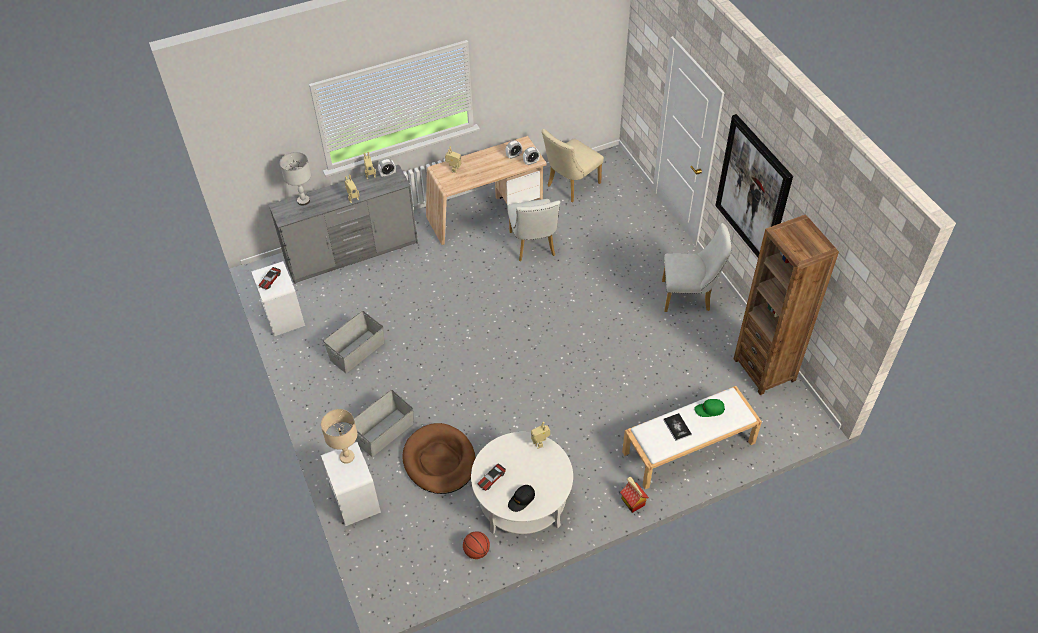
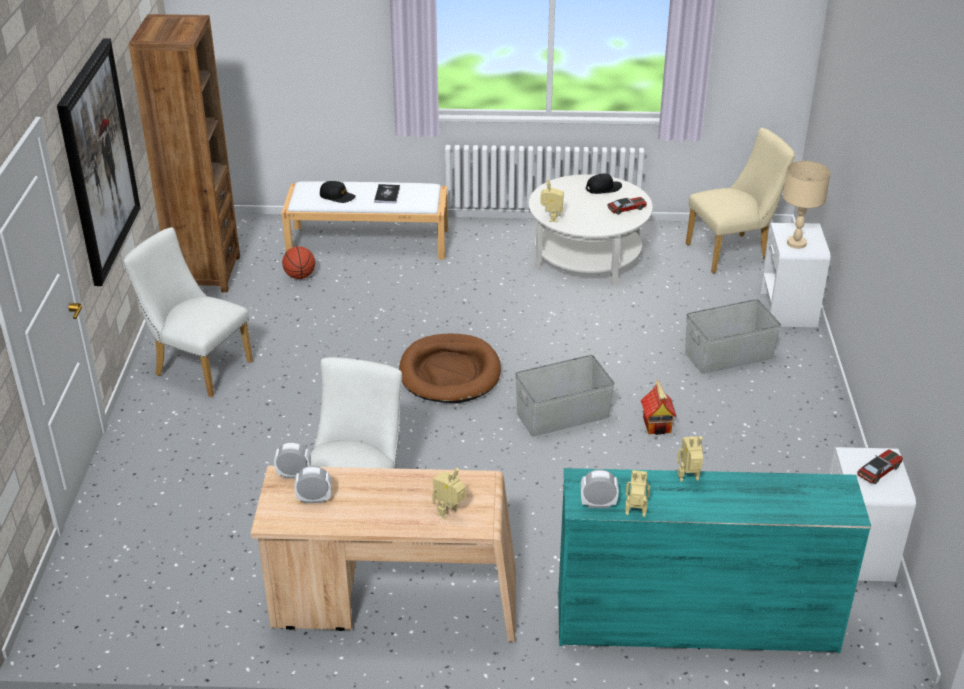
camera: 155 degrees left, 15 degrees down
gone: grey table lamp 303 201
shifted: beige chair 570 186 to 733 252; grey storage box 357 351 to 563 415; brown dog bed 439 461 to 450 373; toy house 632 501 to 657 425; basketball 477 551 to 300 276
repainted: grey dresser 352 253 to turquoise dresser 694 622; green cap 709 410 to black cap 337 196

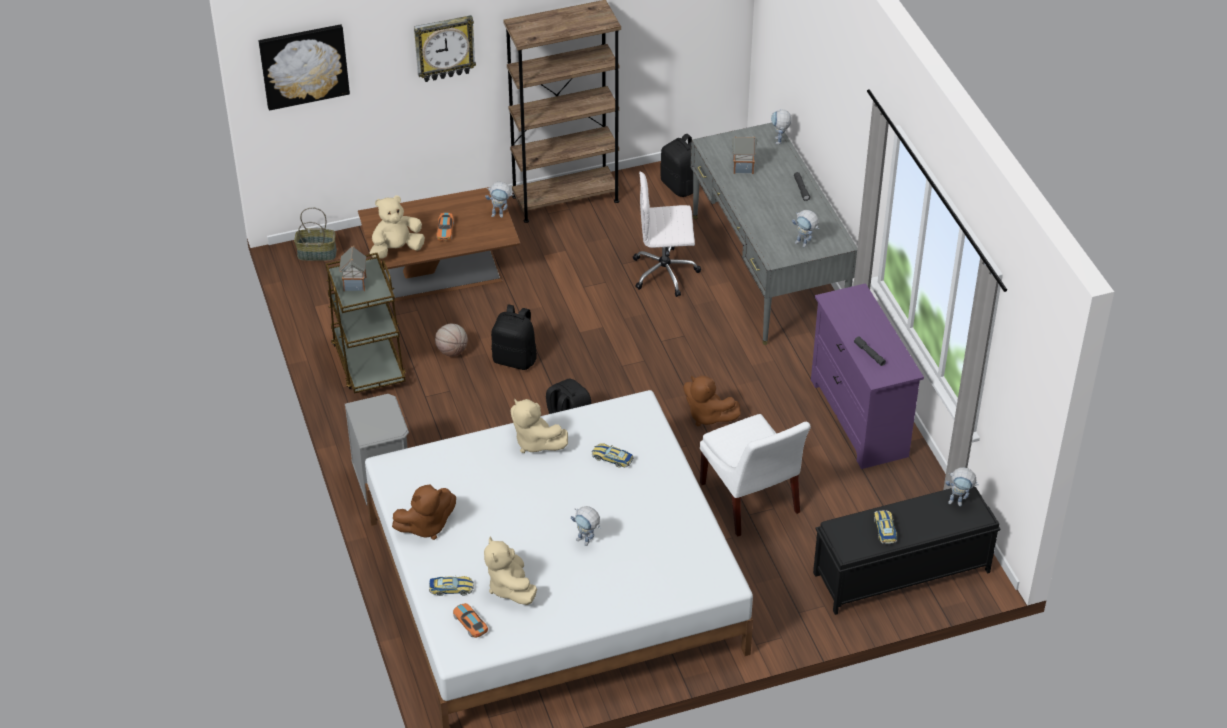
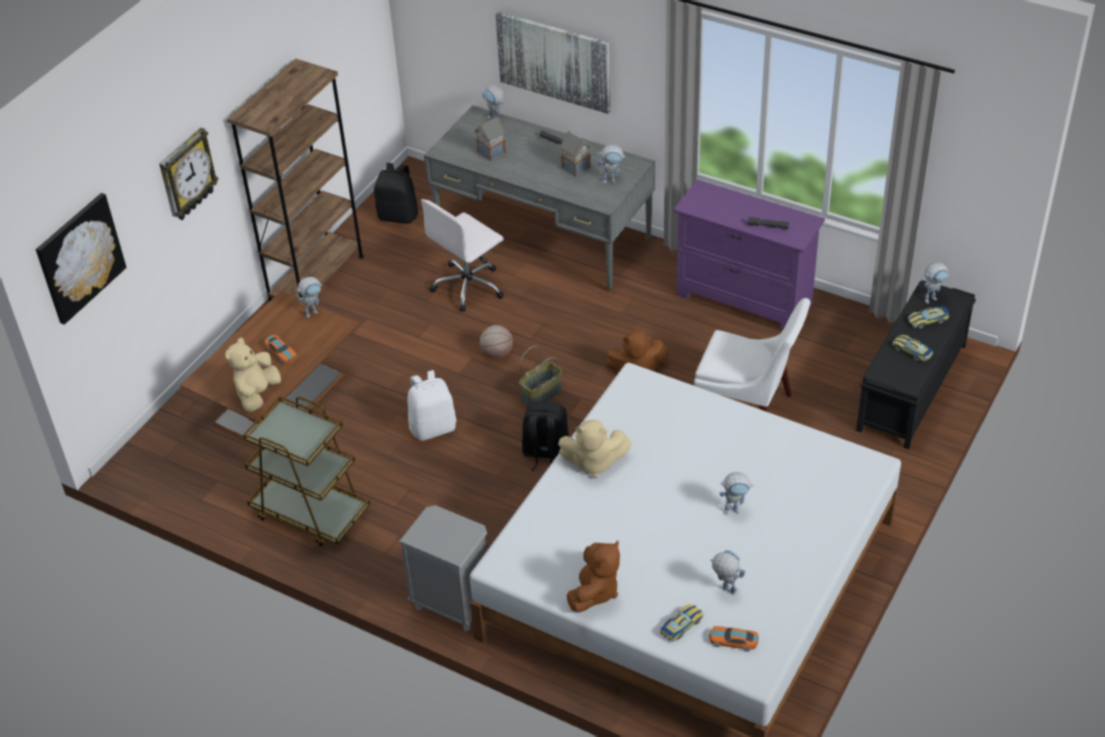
camera: 40 degrees left, 0 degrees up
new: picture 554 61
shifted: basket 317 253 to 541 393; toy house 355 284 to 576 168; basketball 452 351 to 497 353; toy car 612 458 to 927 320
swapped: beige plush toy 510 587 to toy robot 725 589
repainted: black backpack 515 359 to white backpack 433 427

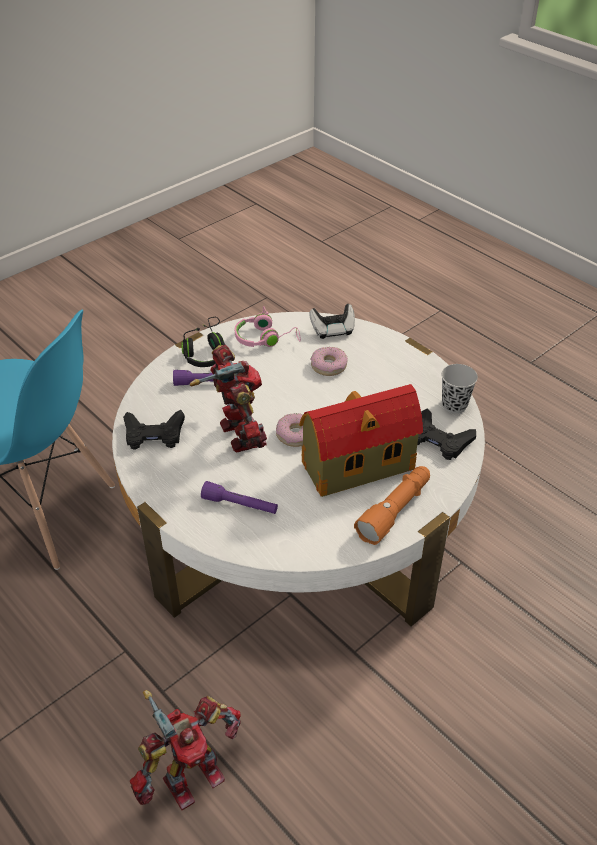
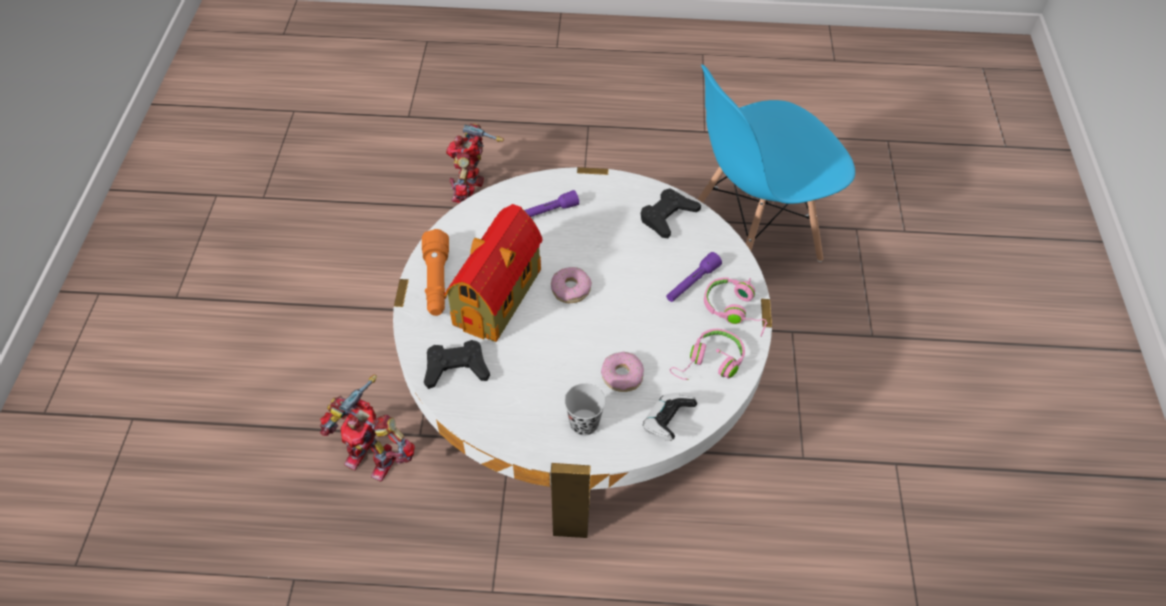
camera: 135 degrees right, 10 degrees up
shifted: toy robot 238 436 to 373 456; black cup 454 405 to 584 423
repainted: black headphones 206 352 to pink headphones 735 310

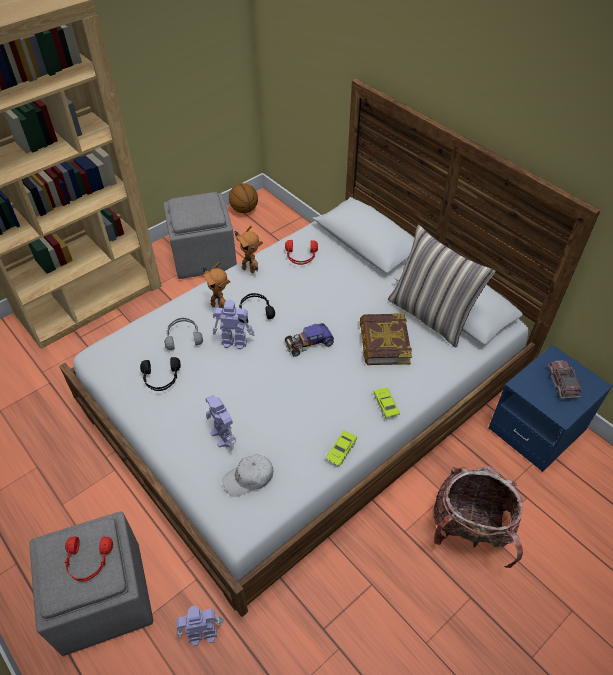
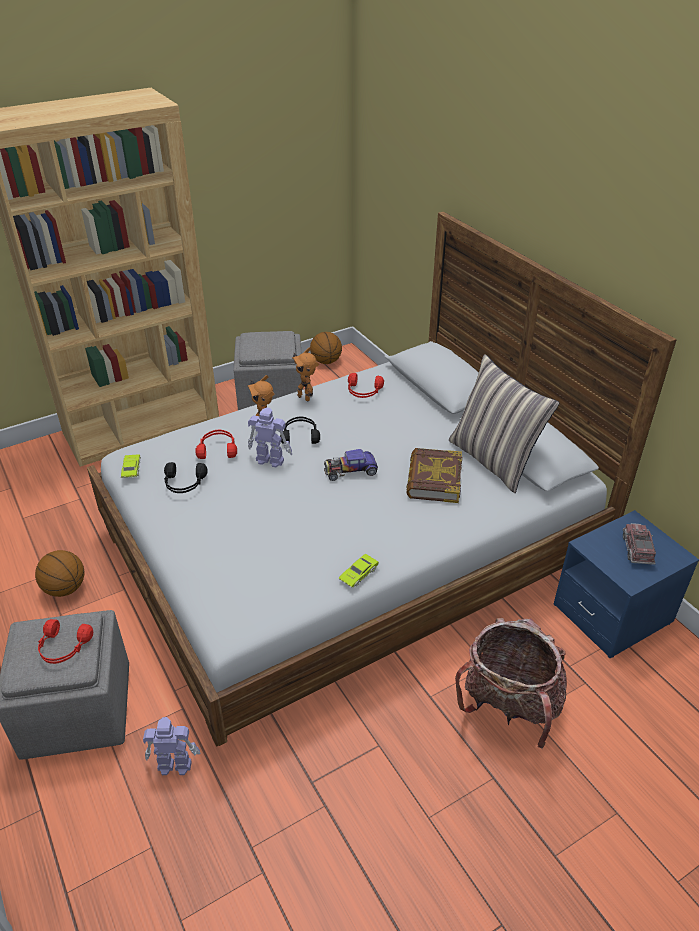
camera: 10 degrees right, 10 degrees down
gone: toy robot 223 436; white cap 249 478
new: basketball 65 588
shifted: green toy car 386 405 to 131 469
repainted: grey headphones 183 337 to red headphones 218 449

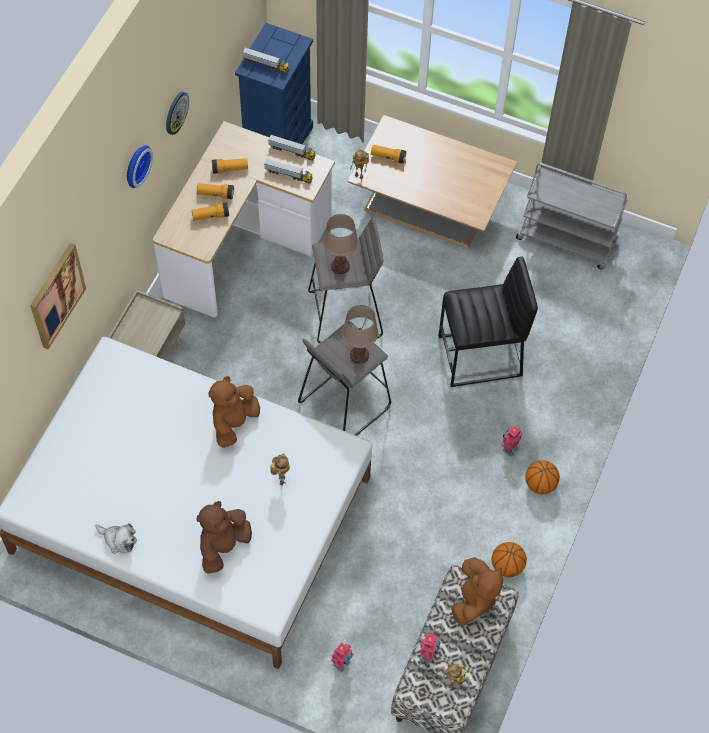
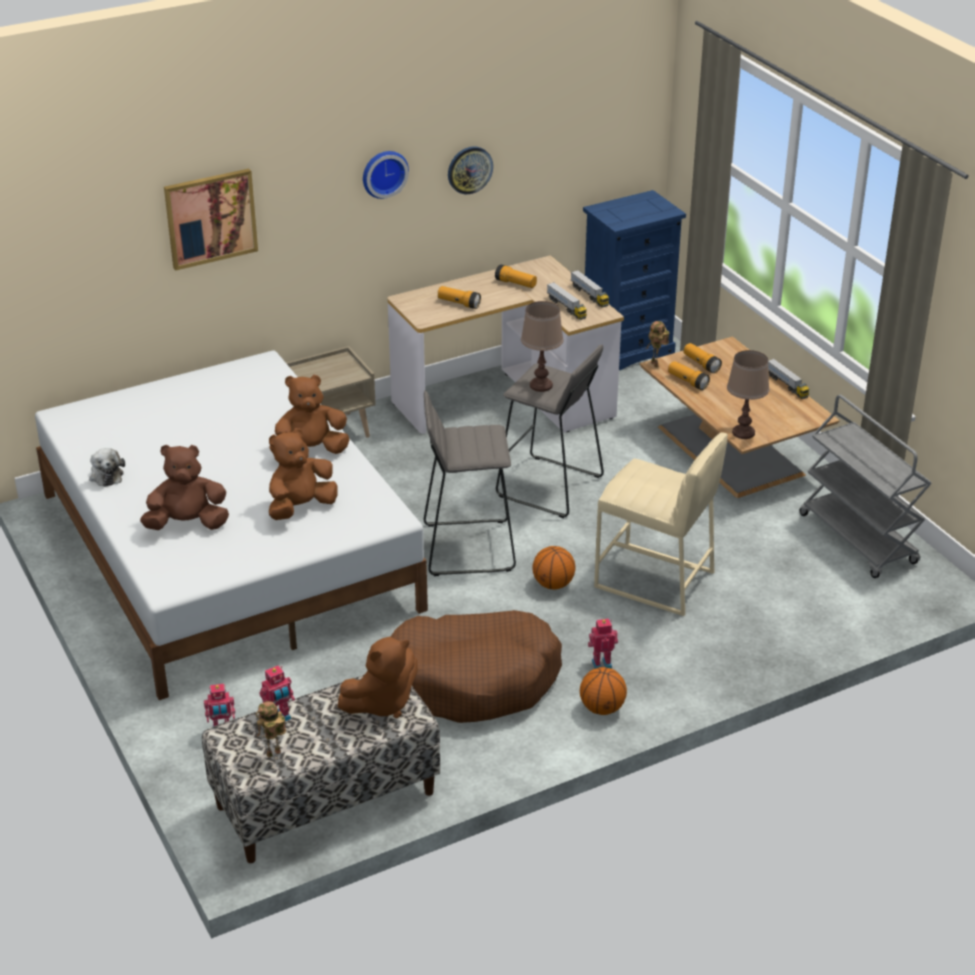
camera: 40 degrees right, 25 degrees down
new: brown dog bed 474 679
shifted: toy truck 266 65 to 787 385; flashlight 215 194 to 687 381; brown table lamp 359 355 to 743 433; basketball 507 566 to 553 584
swapped: toy robot 281 479 to brown plush toy 301 507
repainted: black stool 481 356 to beige stool 654 580

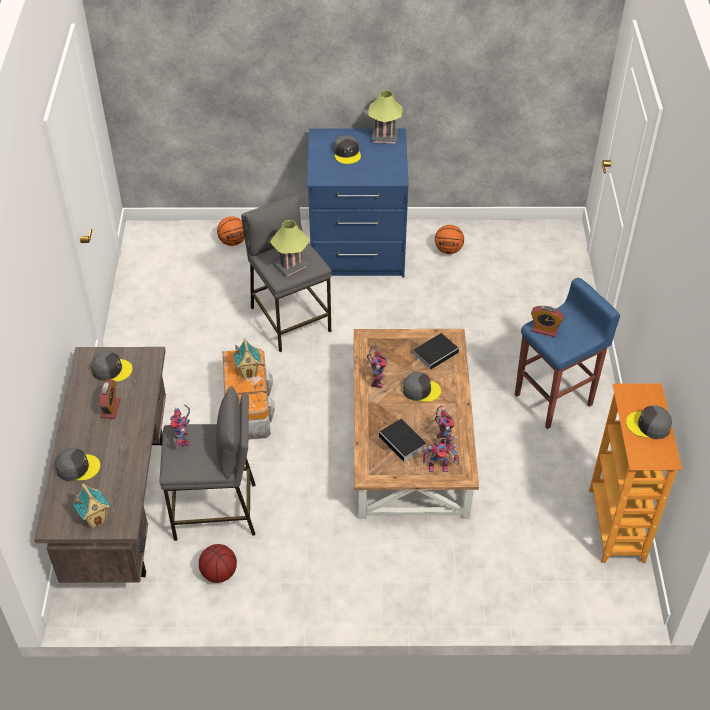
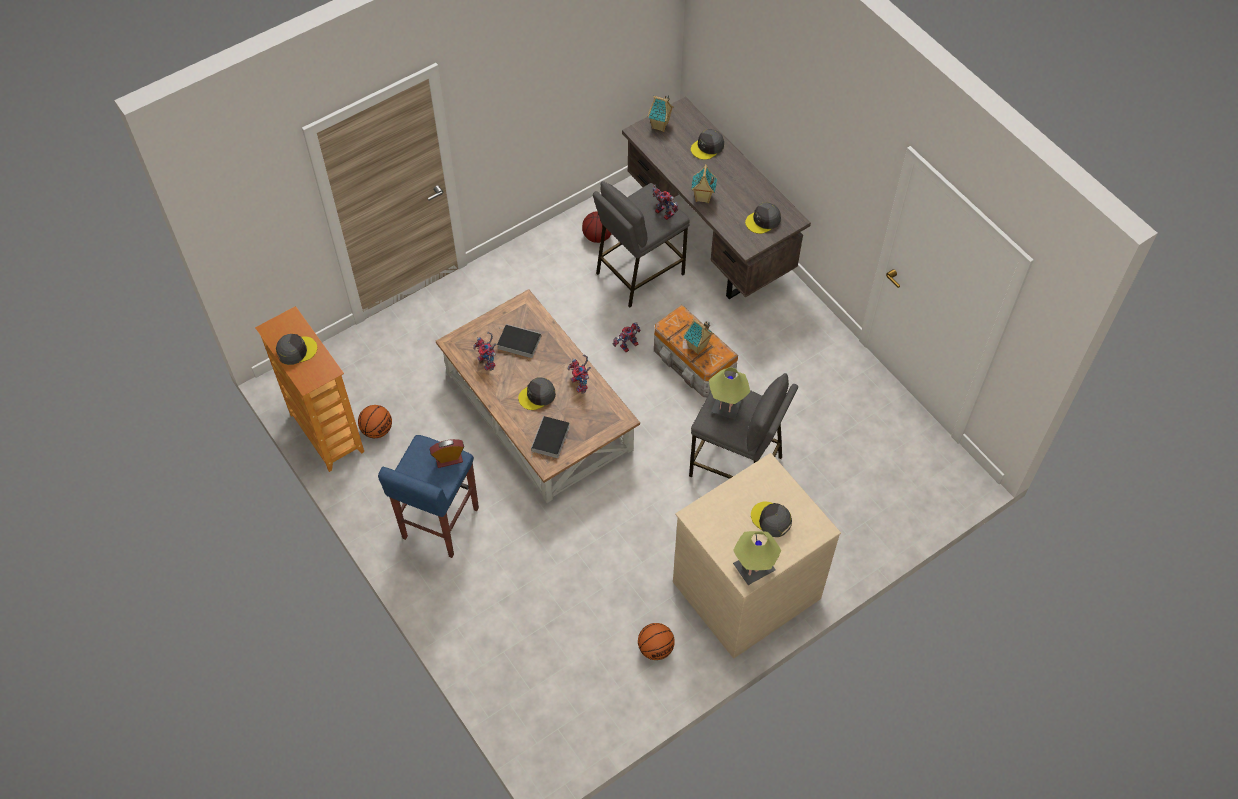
camera: 145 degrees right, 10 degrees up
gone: alarm clock 110 408
new: toy house 702 197
shifted: basketball 232 242 to 377 430; toy robot 440 465 to 628 347
repainted: blue dresser 357 250 to beige dresser 745 588

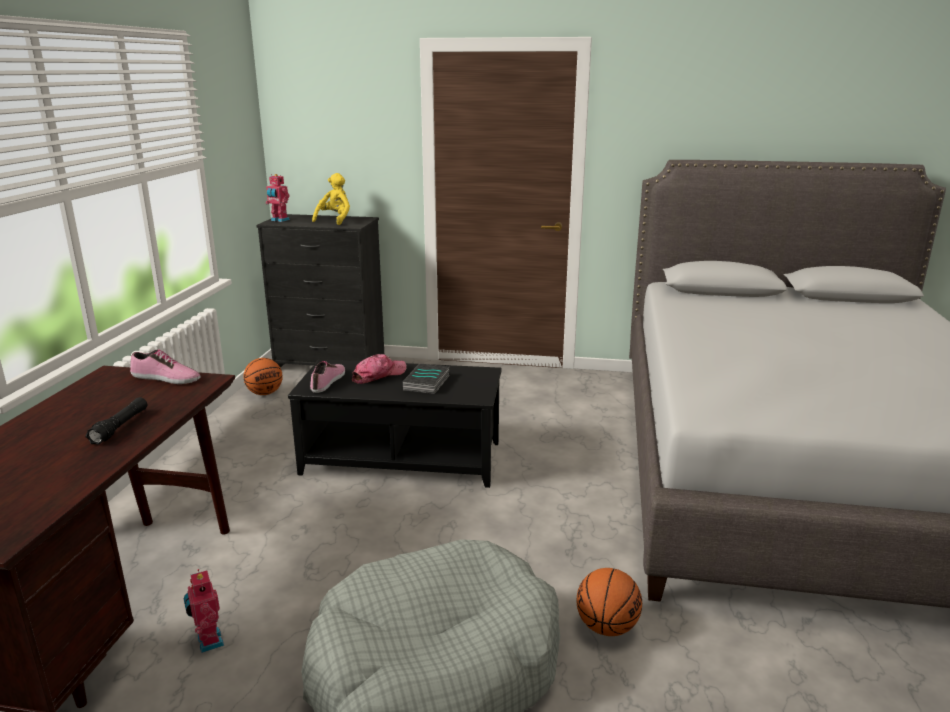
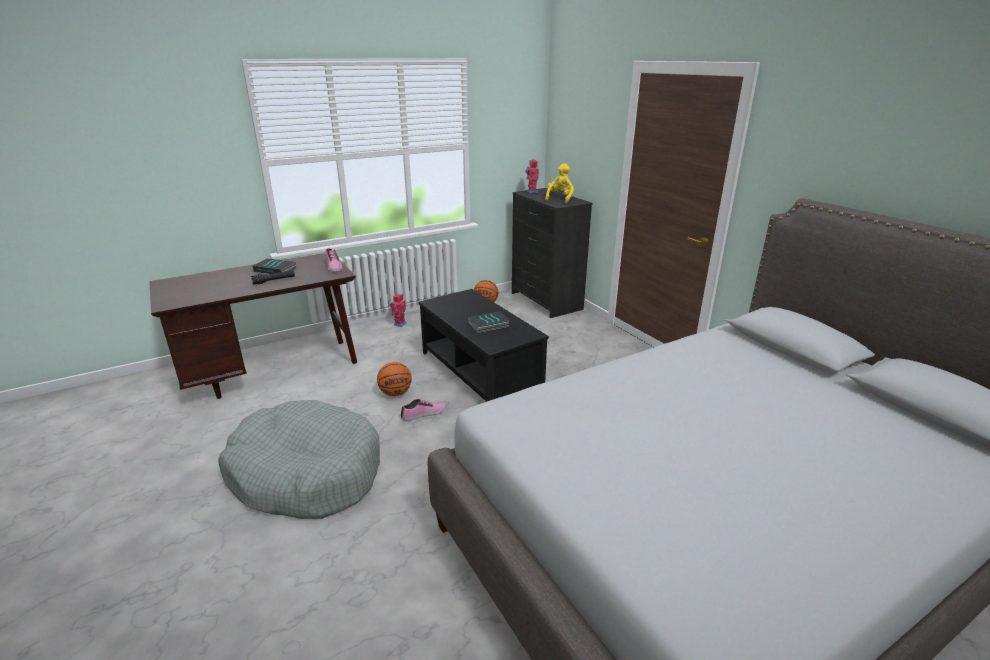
camera: 50 degrees right, 5 degrees up
gone: cap 379 375
new: book 276 269
shifted: shoe 328 381 to 423 414; basketball 607 627 to 395 393; toy robot 208 642 to 399 324
rotated: yellow plush toy 335 220 = 560 199 45 degrees counterclockwise

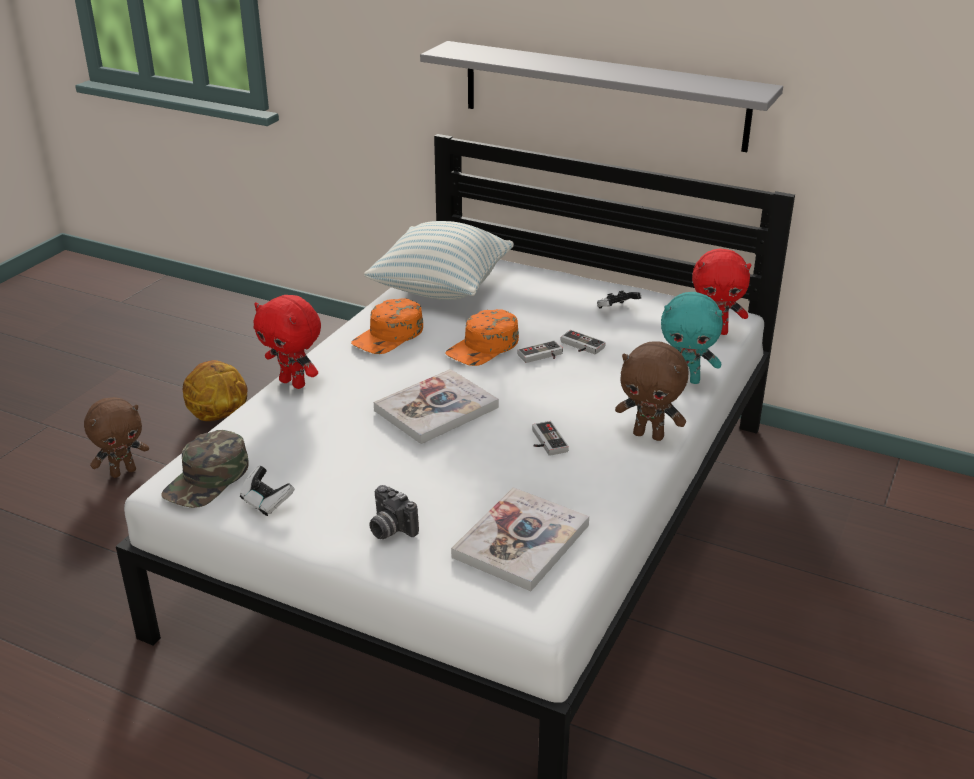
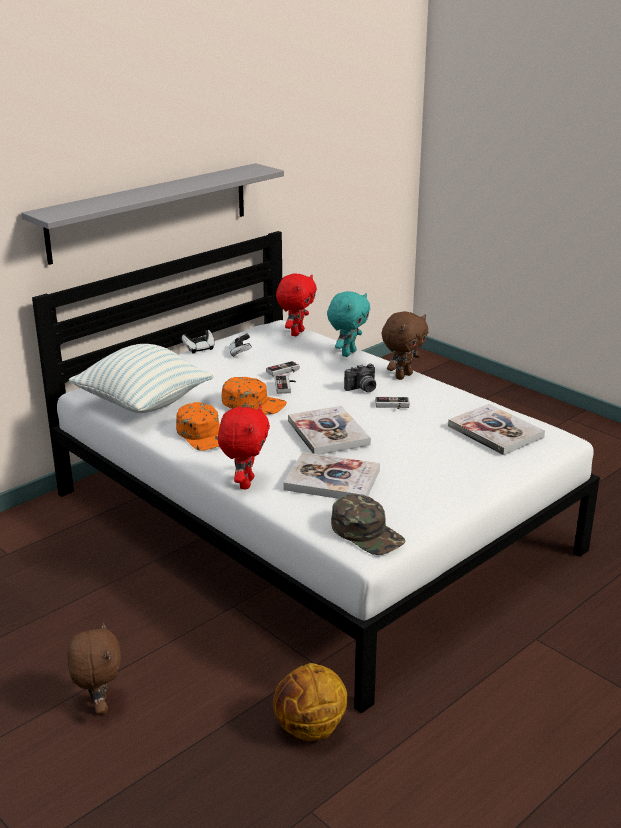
camera: 70 degrees left, 5 degrees down
new: book 332 480
shifted: basketball 217 416 to 310 729; game controller 266 502 to 199 349; photo camera 389 529 to 362 389
rotated: red plush toy 294 383 = 245 483 45 degrees counterclockwise; orange cap 483 347 = 254 403 45 degrees counterclockwise

